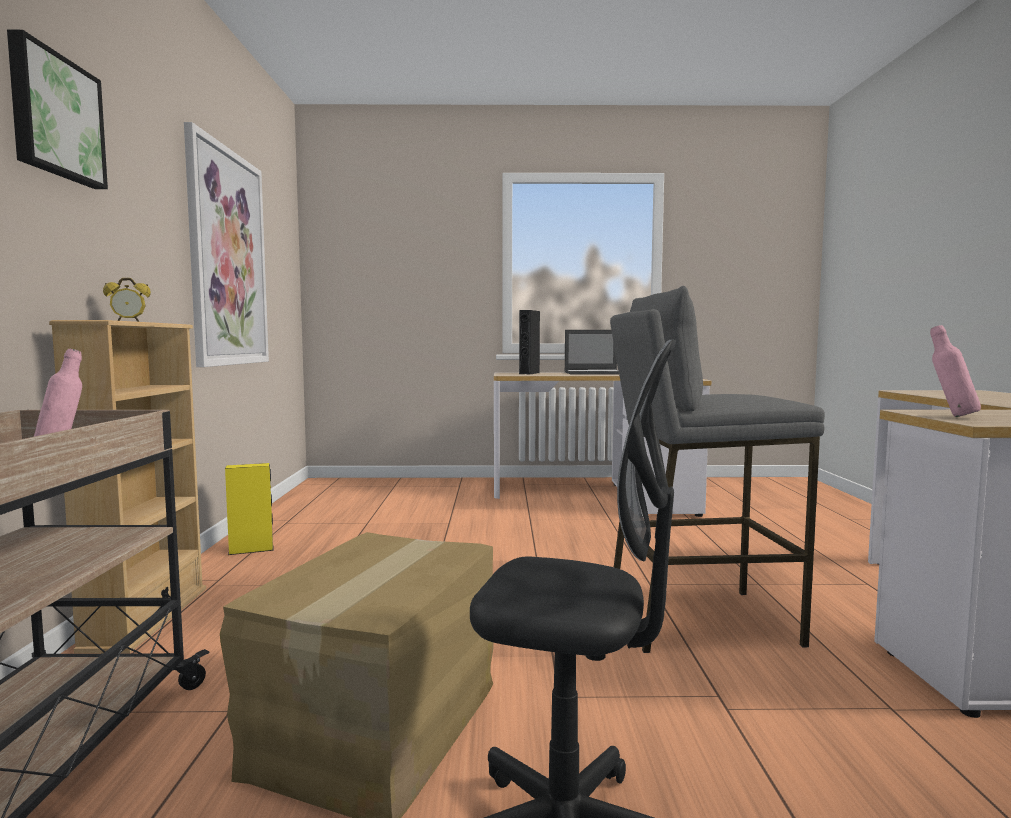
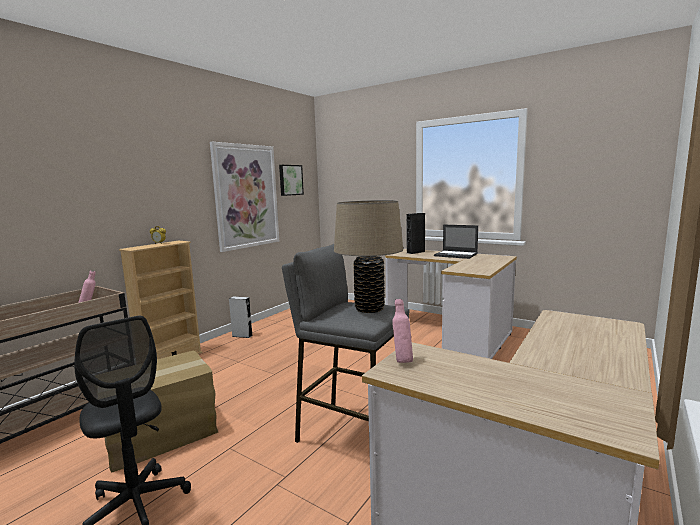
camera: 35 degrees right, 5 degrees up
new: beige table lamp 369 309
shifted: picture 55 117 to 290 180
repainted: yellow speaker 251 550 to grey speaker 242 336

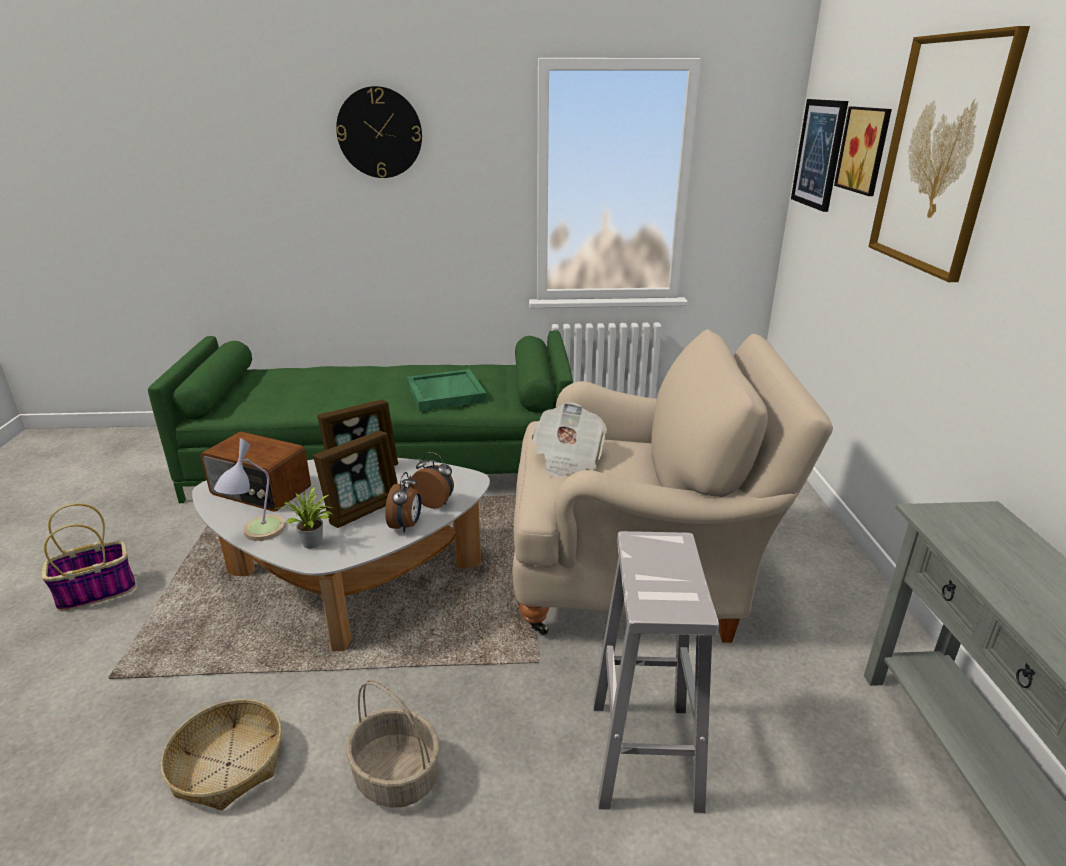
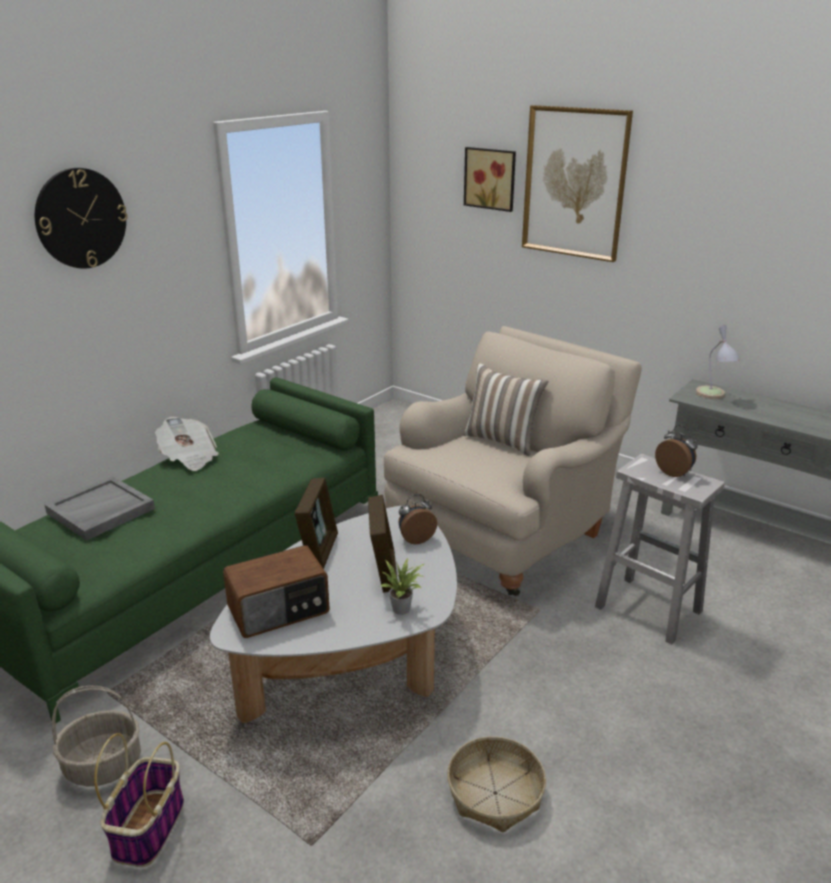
camera: 50 degrees left, 0 degrees up
gone: picture 819 154; green tray 445 393
new: pillow 502 440; grey tray 100 511
shifted: newspaper 567 458 to 189 457; table lamp 257 533 to 714 396; alarm clock 406 525 to 674 472; basket 398 776 to 104 764

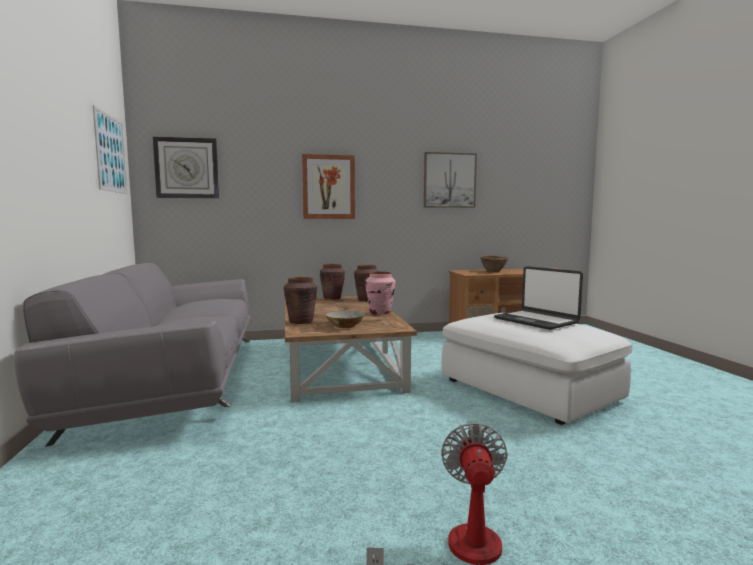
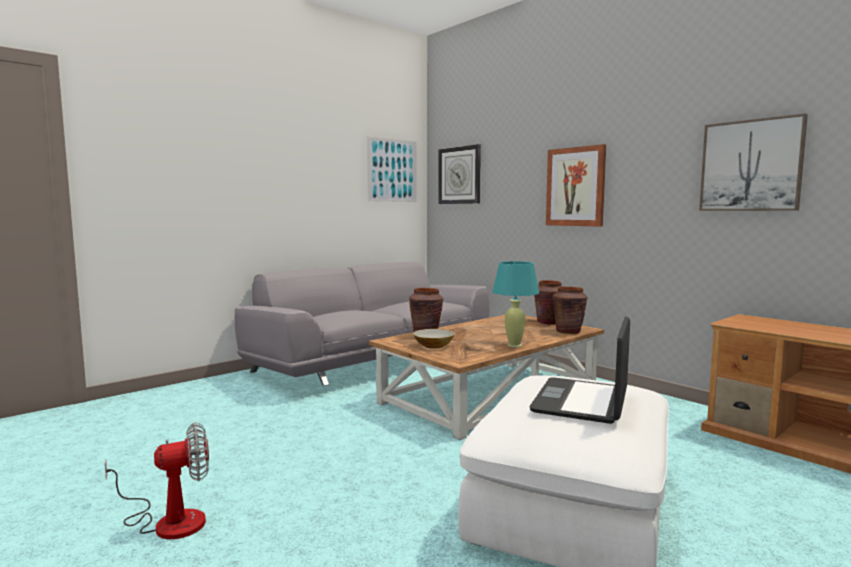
camera: 60 degrees right, 0 degrees up
gone: brown bowl 493 271
swapped: pink vase 380 313 to turquoise table lamp 514 345

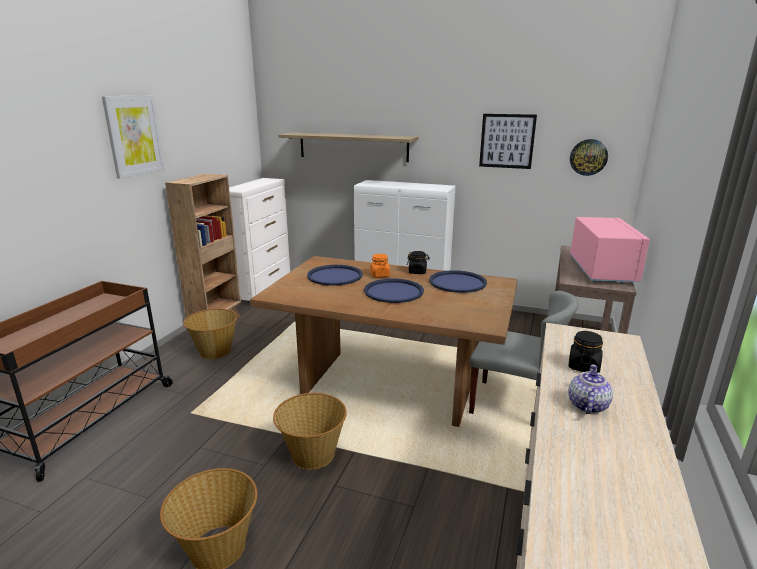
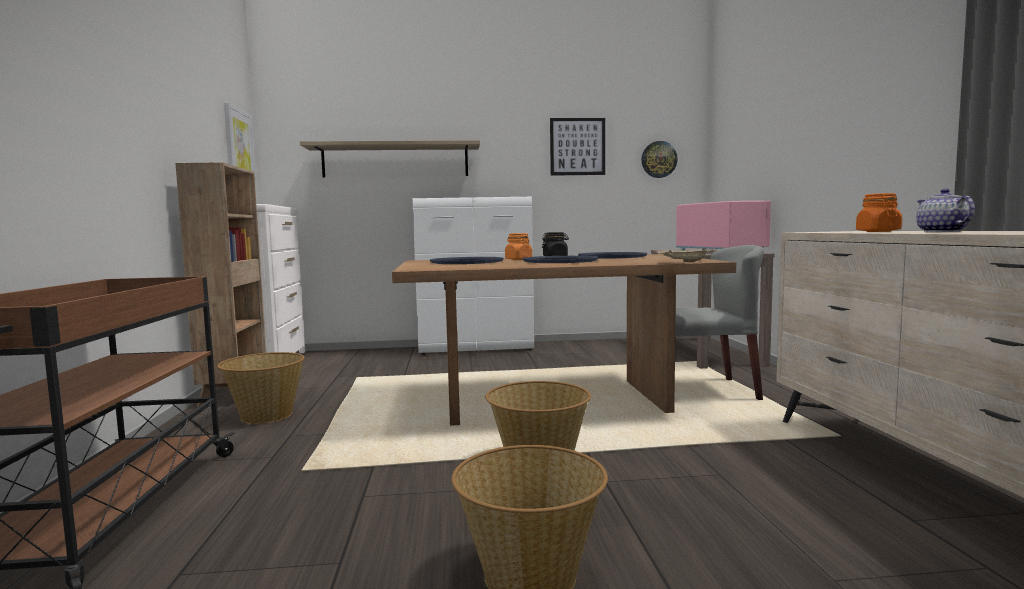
camera: 25 degrees left, 15 degrees down
new: beige tray 684 262
shifted: picture 134 135 to 239 149
repainted: black jar 583 366 to orange jar 877 231

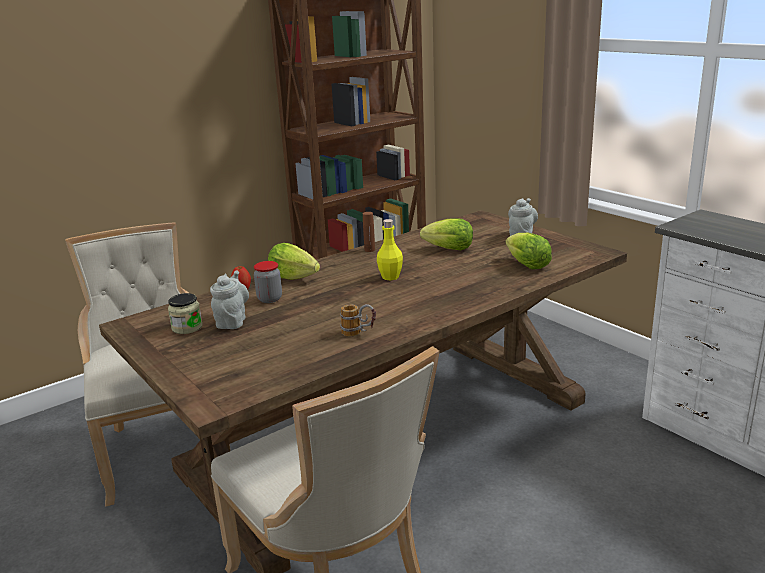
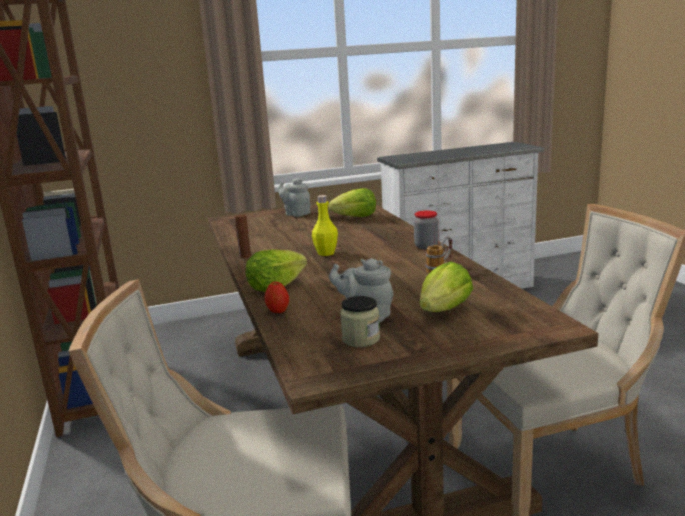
camera: 70 degrees left, 5 degrees down
shifted: lettuce 449 249 to 445 310; jar 269 299 to 426 246

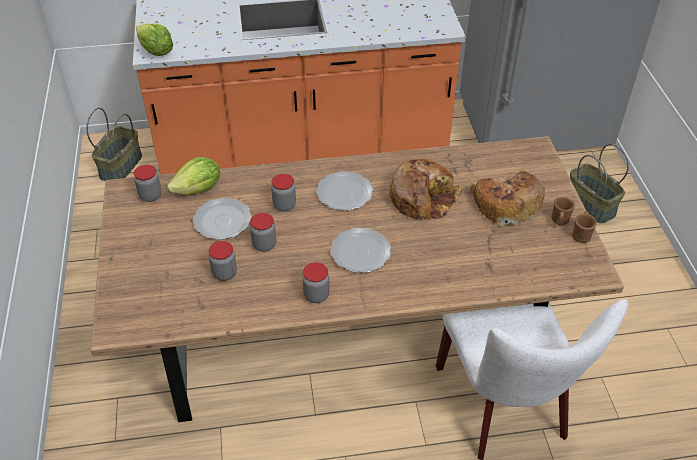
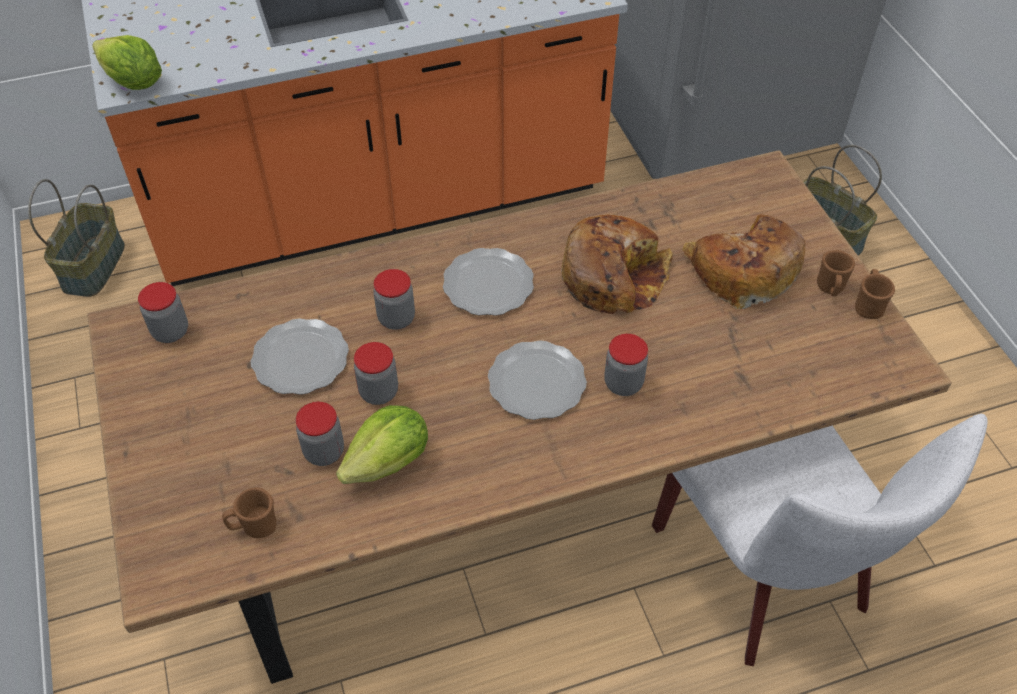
camera: 10 degrees left, 5 degrees up
new: brown mug 254 527
shifted: lettuce 199 189 to 389 462; jar 316 295 to 623 383

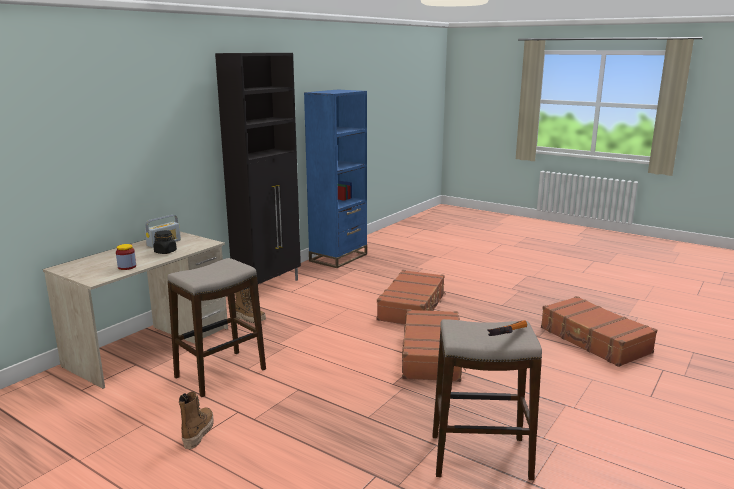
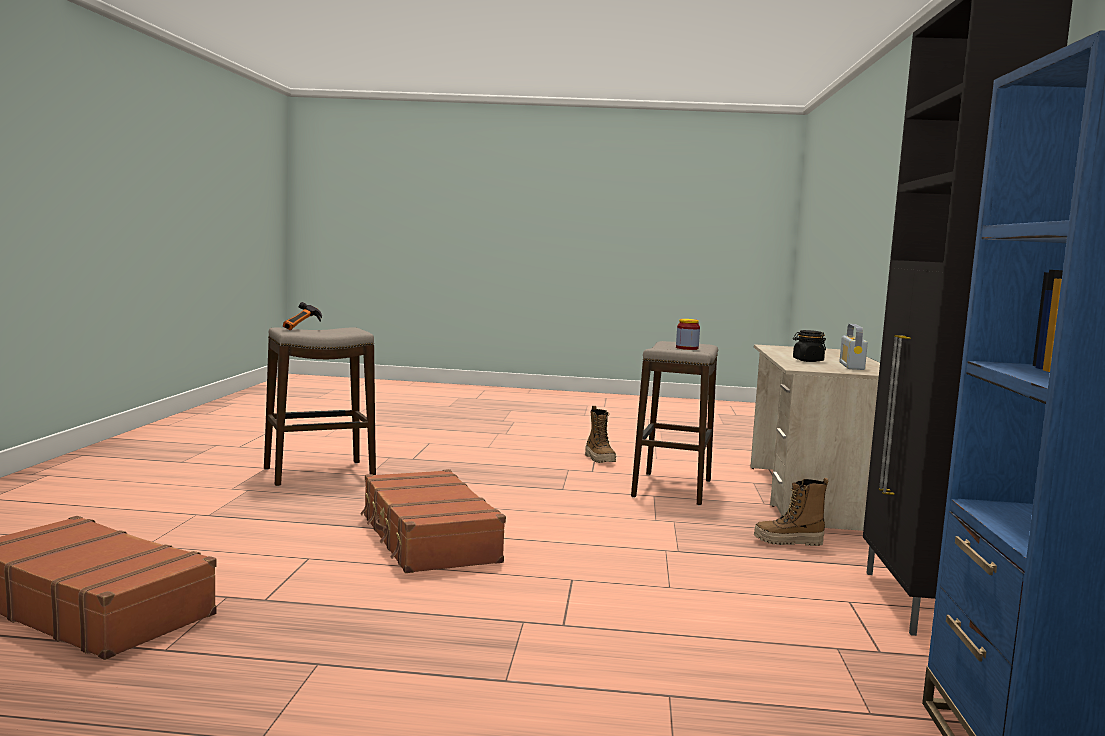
camera: 150 degrees right, 10 degrees down
gone: brown suitcase 412 307
shifted: jar 127 267 to 687 348

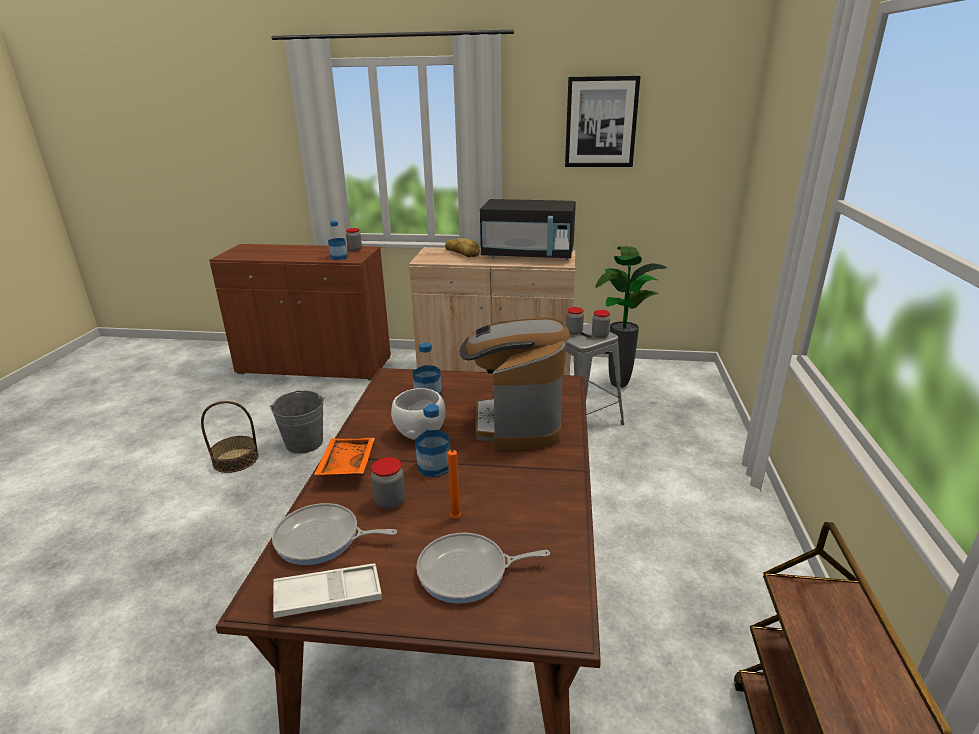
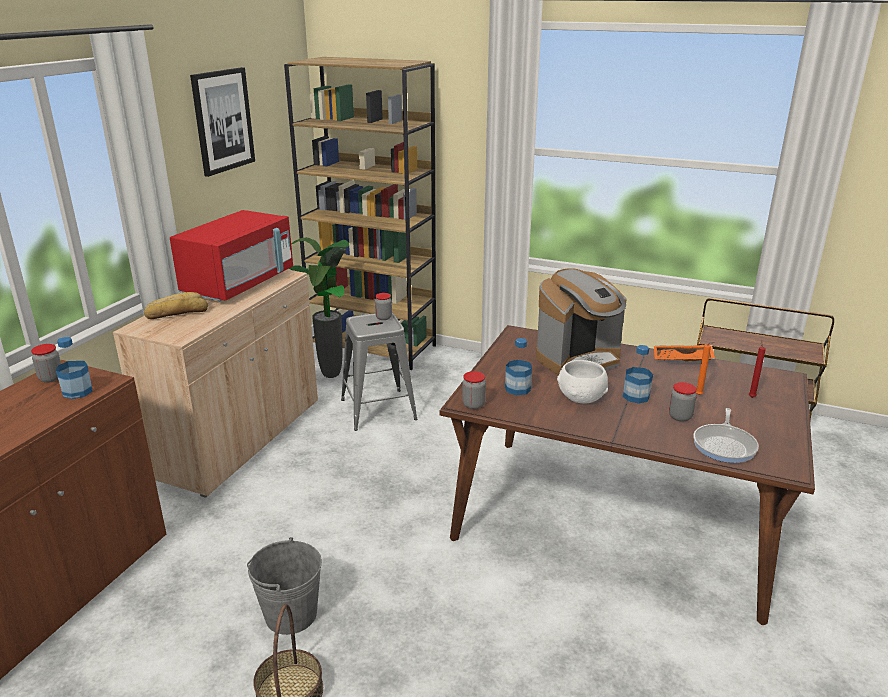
camera: 75 degrees left, 0 degrees up
gone: white tray 328 596
new: brown bookcase 374 347
shifted: jar 574 332 to 473 405; orange tray 345 465 to 682 360
swapped: frying pan 468 572 to red candle 751 397
repainted: black microwave 528 255 to red microwave 239 284
rotated: coffee machine 516 423 = 578 359 45 degrees counterclockwise

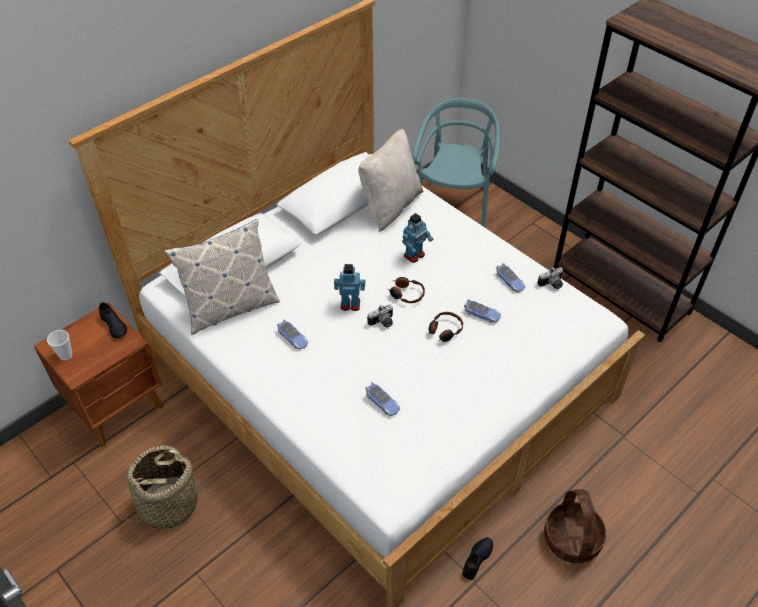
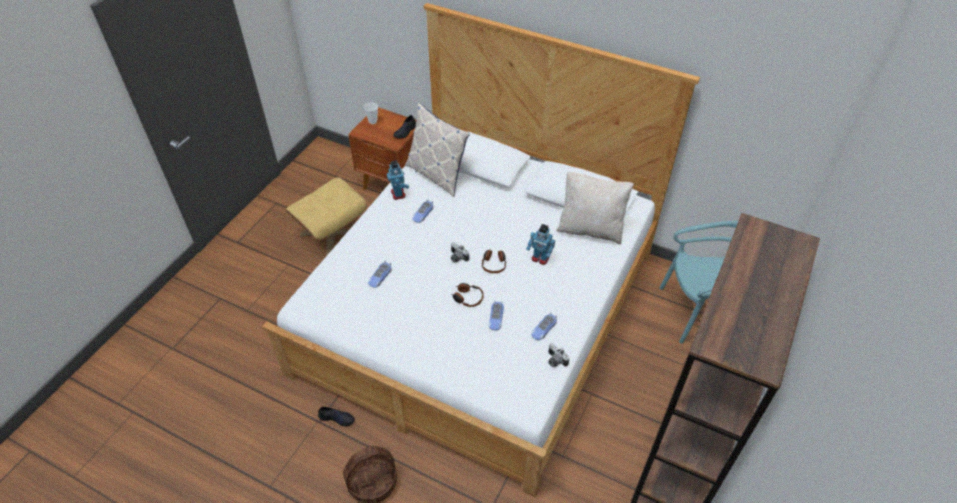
camera: 70 degrees right, 0 degrees up
shifted: toy robot 350 304 to 398 194
swapped: basket 168 504 to beige ottoman 332 234

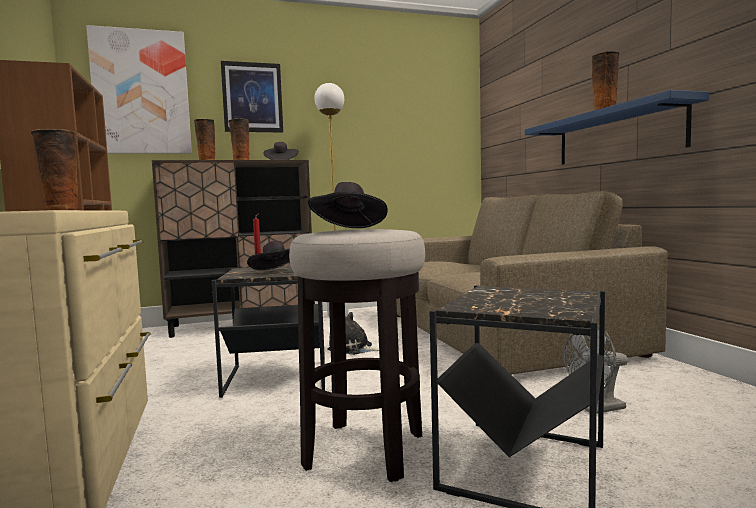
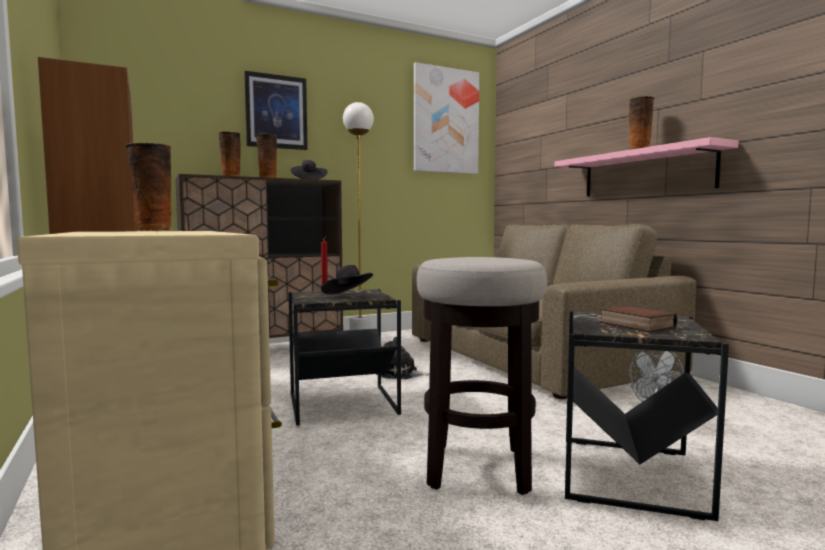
camera: 10 degrees left, 0 degrees up
gone: black hat 349 230
new: book 634 325
shifted: picture 141 92 to 445 121
repainted: blue shelf 616 135 to pink shelf 645 173

